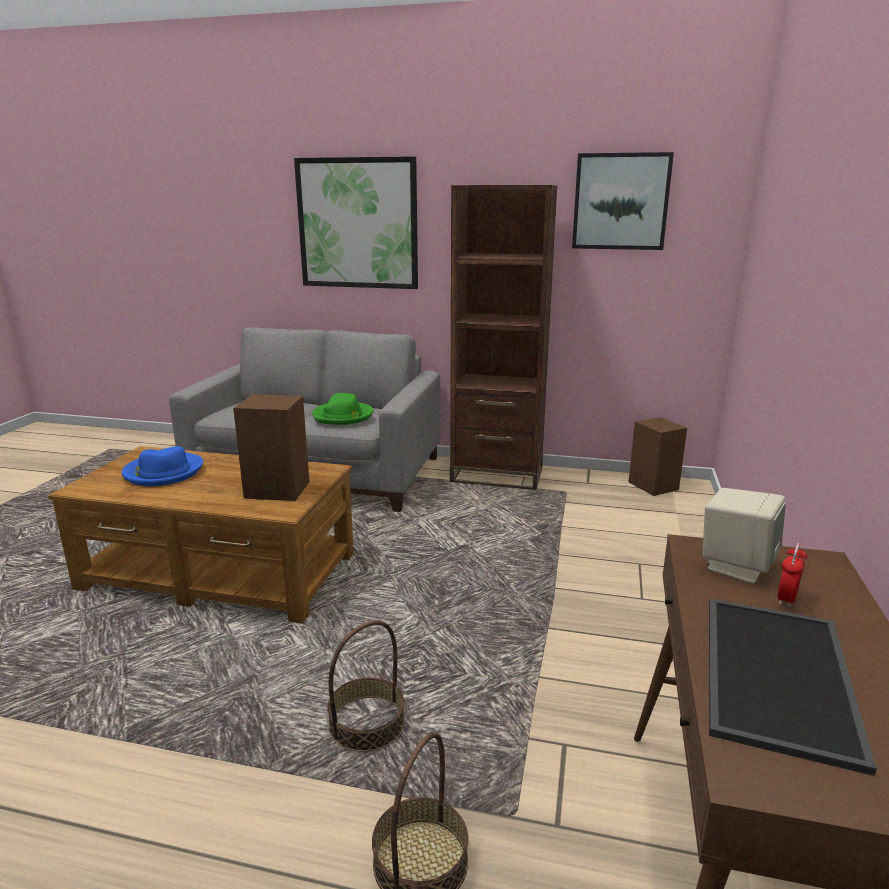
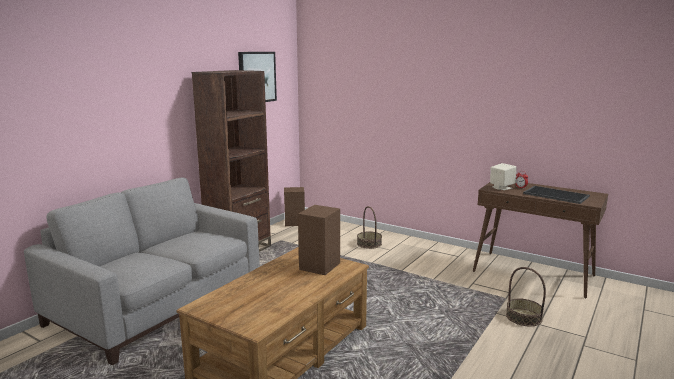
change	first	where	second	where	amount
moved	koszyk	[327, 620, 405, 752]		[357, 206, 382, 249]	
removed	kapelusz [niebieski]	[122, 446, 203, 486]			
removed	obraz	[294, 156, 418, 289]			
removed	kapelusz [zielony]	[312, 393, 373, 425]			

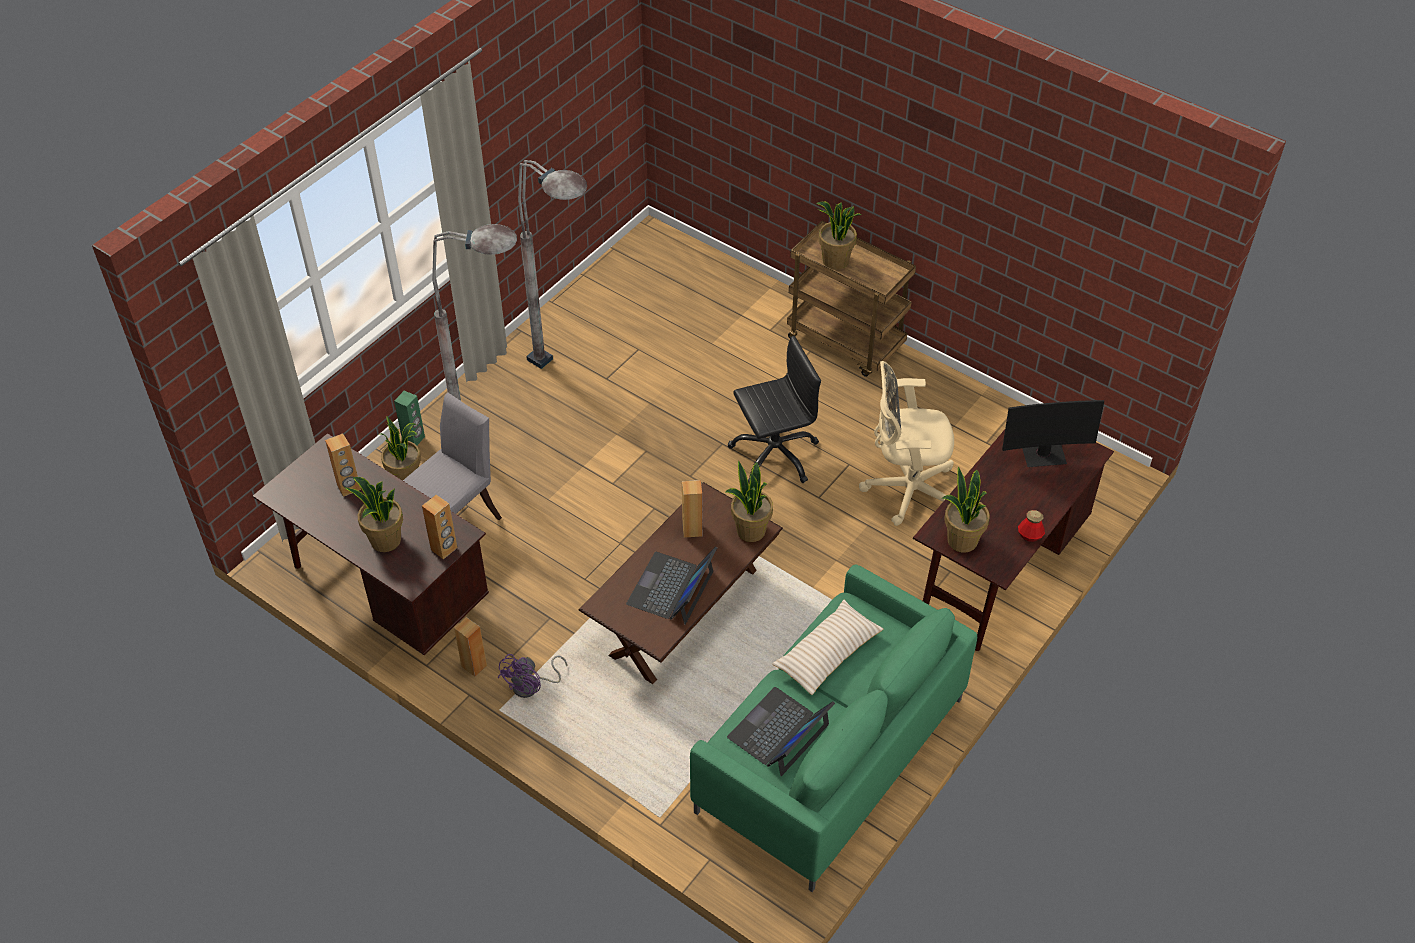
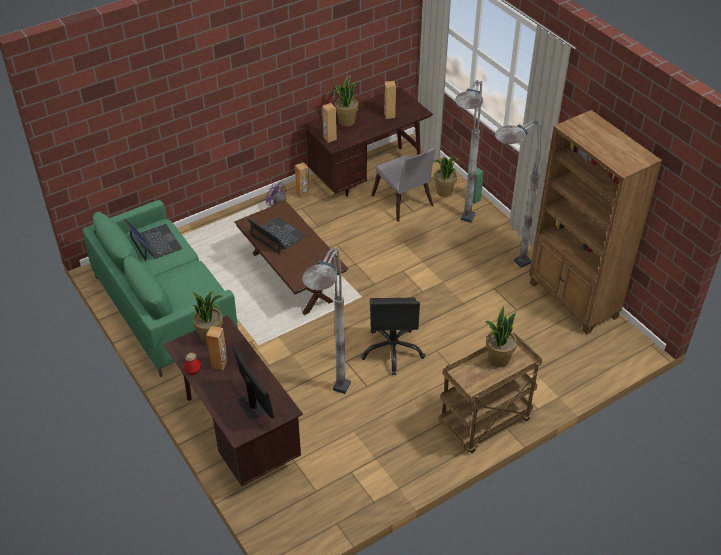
change	first	where	second	where	amount
moved	głośnik [brązowy]	[682, 480, 702, 538]		[206, 326, 228, 370]	
turned	monitor	[1002, 400, 1104, 467]		[233, 345, 274, 420]	135 degrees clockwise
replaced	krzesło biurowe [beżowy]	[859, 361, 954, 526]	lampa stojąca [szary]	[302, 247, 351, 394]	
added			regał [brązowy]	[529, 110, 662, 334]	
removed	roślina doniczkowa	[726, 461, 773, 542]			
removed	poduszka [beżowy]	[772, 600, 883, 695]			

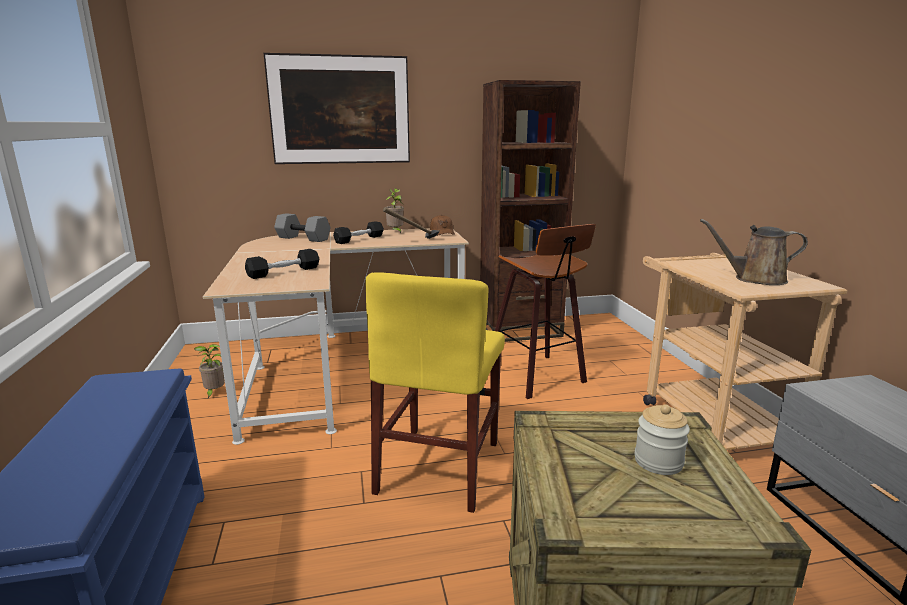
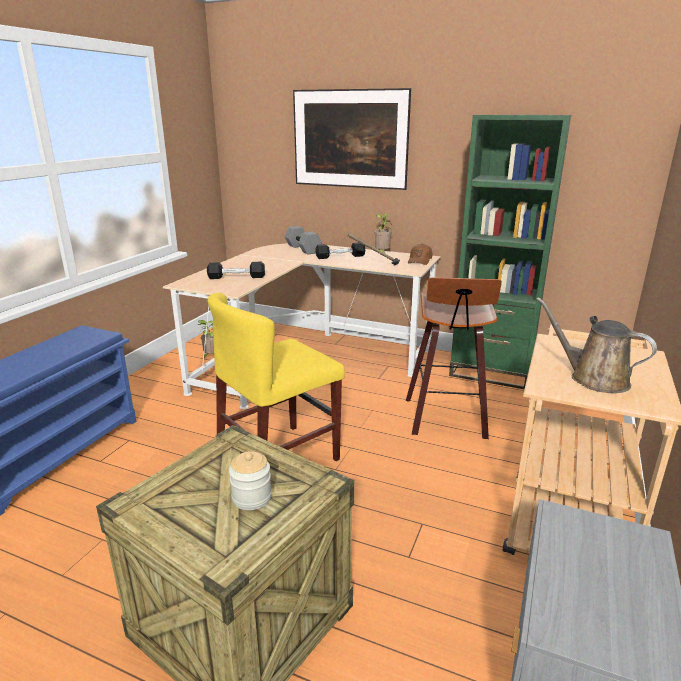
change	first	where	second	where	amount
recoloured	regał [brązowy]	[480, 80, 581, 342]	regał [zielony]	[449, 115, 571, 389]	

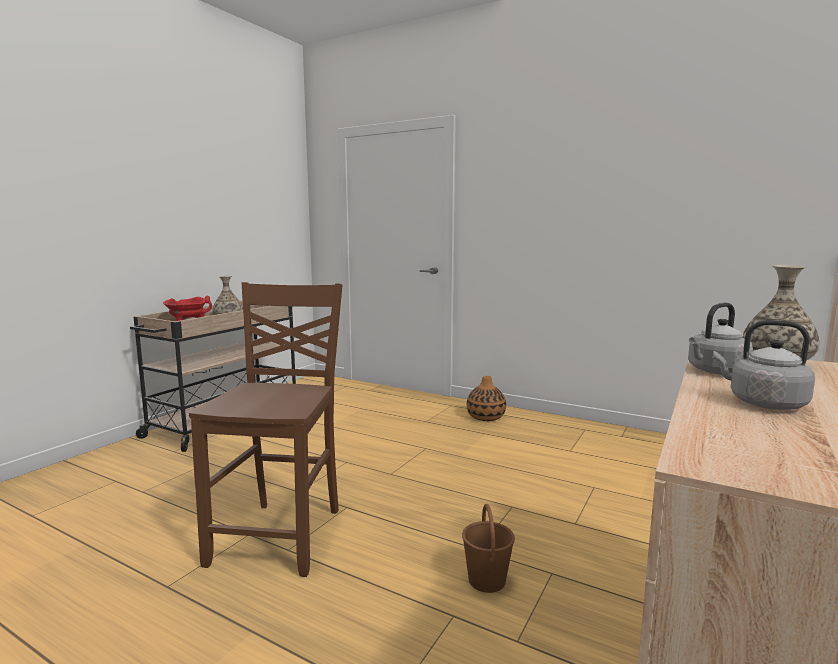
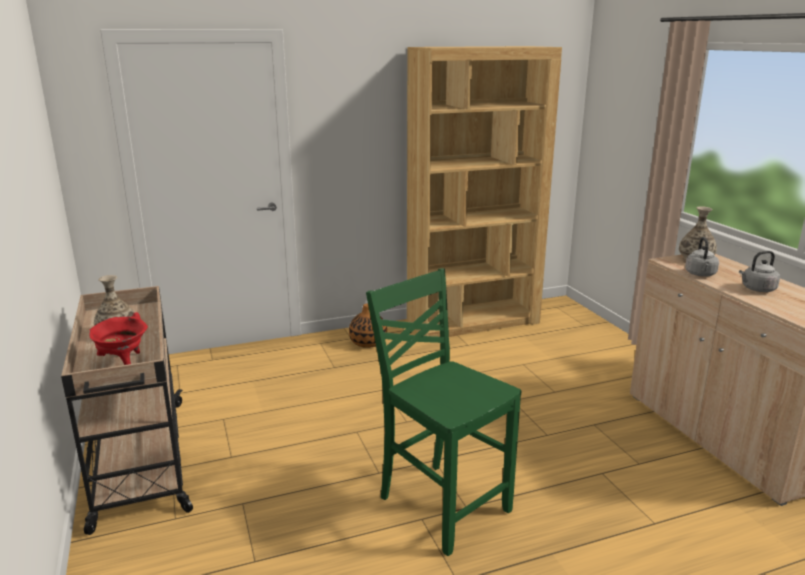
change	first	where	second	where	amount
recoloured	krzesło [brązowy]	[189, 282, 342, 577]	krzesło [zielony]	[366, 268, 521, 556]	
added			regał [brązowy]	[407, 46, 562, 337]	
removed	wiadro [brązowy]	[462, 504, 515, 593]			

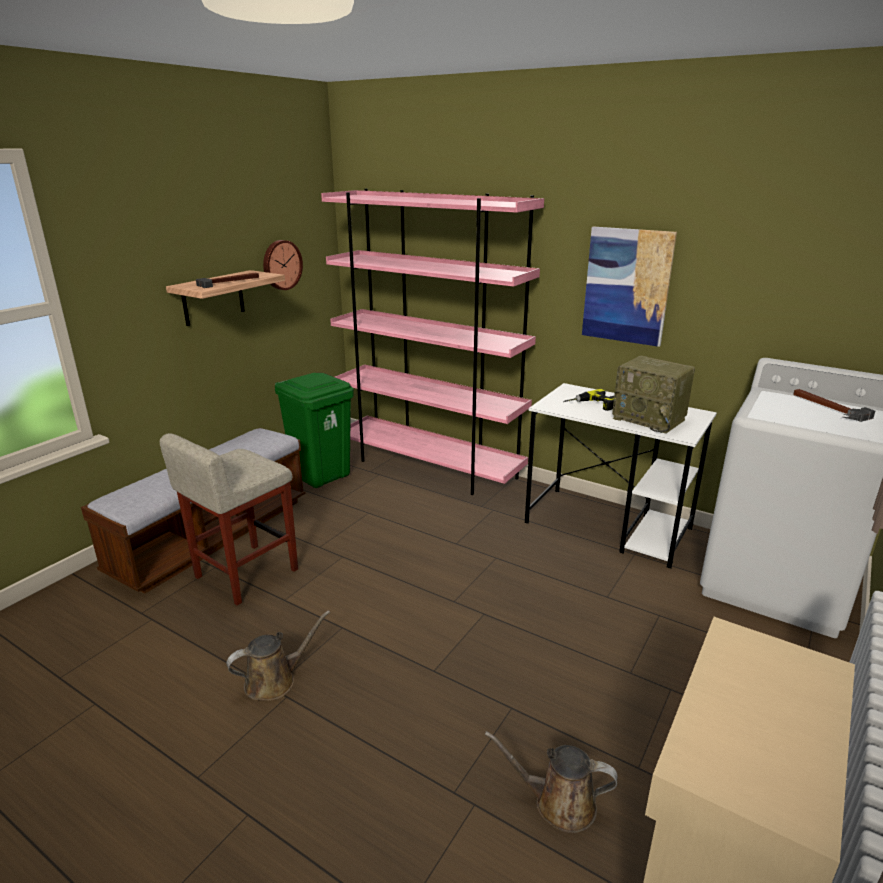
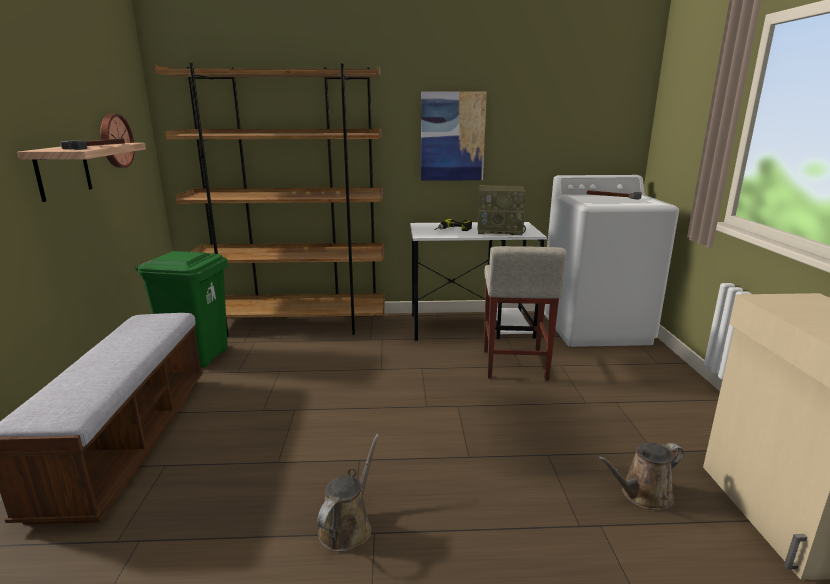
change	first	where	second	where	amount
recoloured	regał [różowy]	[321, 189, 544, 495]	regał [brązowy]	[154, 63, 385, 337]	
moved	stołek [beżowy]	[160, 433, 298, 606]		[484, 246, 566, 380]	

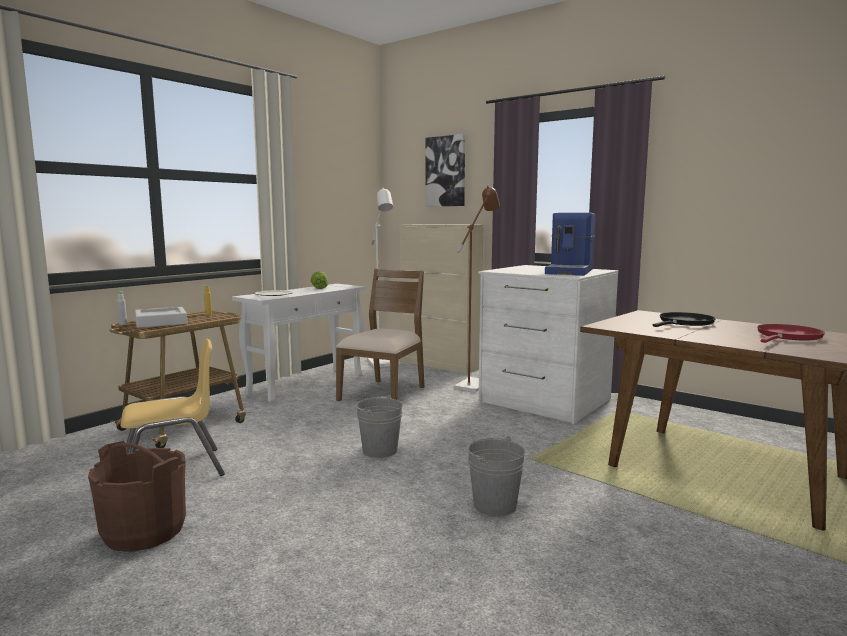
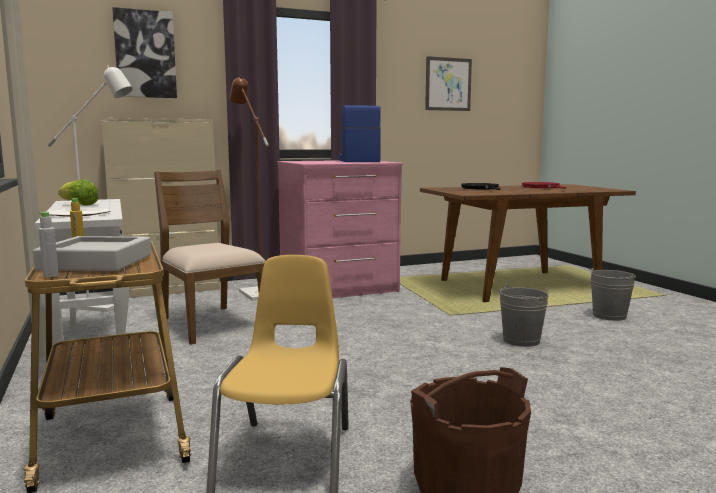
change	first	where	second	where	amount
recoloured	komoda [biały]	[478, 265, 619, 424]	komoda [różowy]	[277, 160, 403, 298]	
turned	ekspres do kawy	[545, 213, 595, 276]		[339, 105, 381, 162]	150 degrees counterclockwise
added			obraz	[425, 56, 472, 111]	
moved	wiadro [szary]	[356, 395, 403, 458]		[589, 268, 636, 321]	

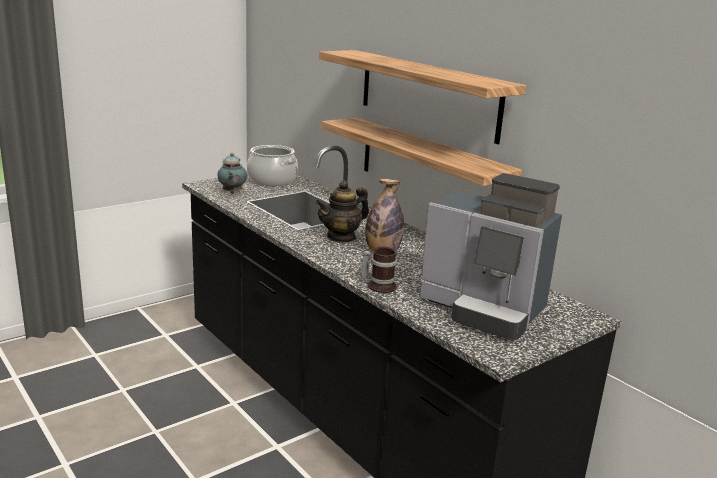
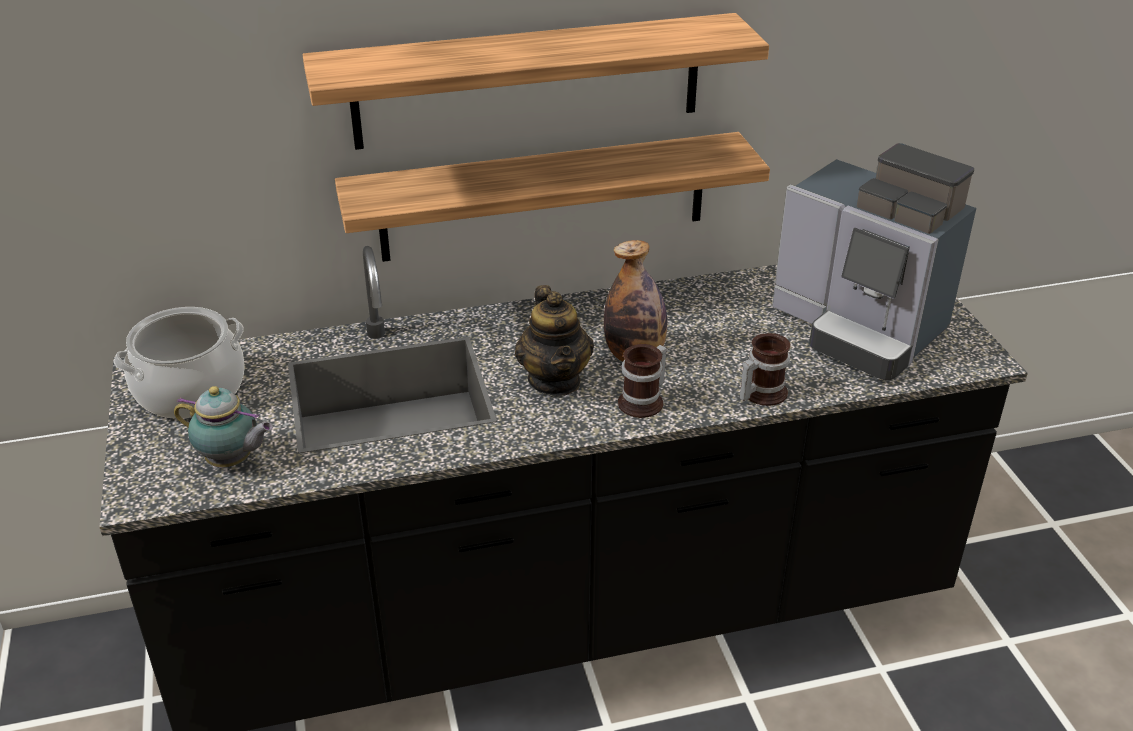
change	first	where	second	where	amount
added			kubek	[618, 344, 667, 418]	
turned	ekspres do kawy	[420, 173, 562, 340]		[772, 143, 976, 380]	75 degrees clockwise

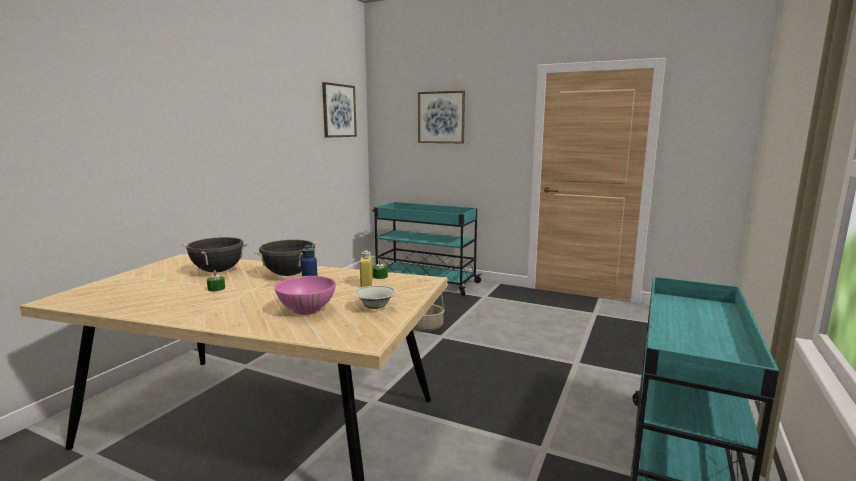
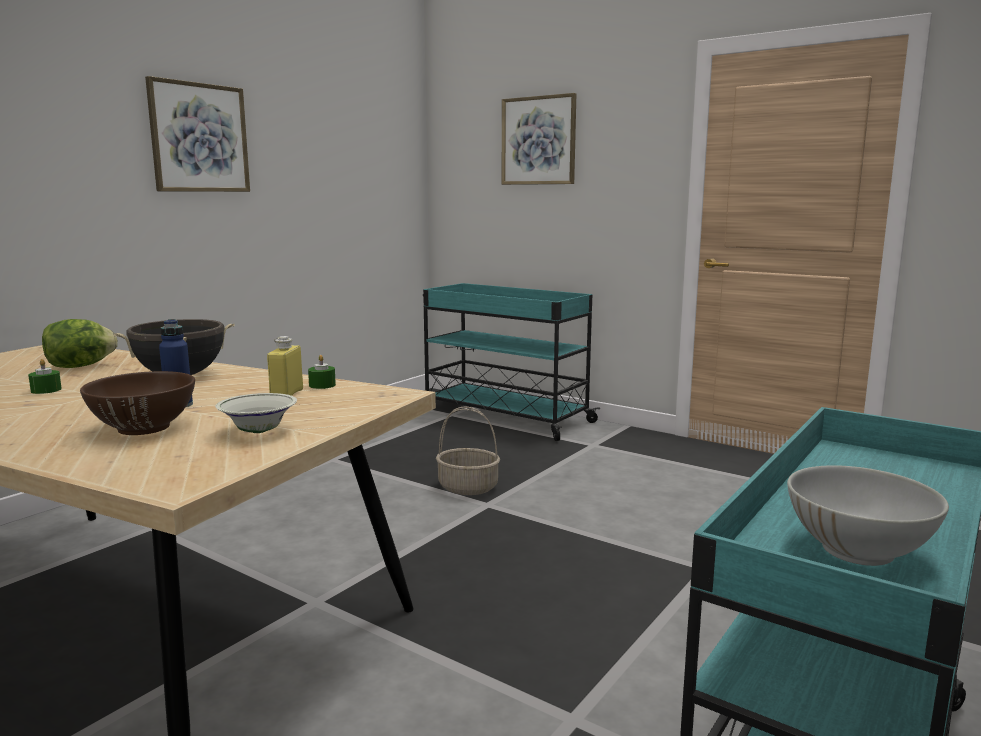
change	first	where	second	where	amount
replaced	garnek [czarny]	[182, 237, 249, 273]	sałata	[42, 319, 118, 368]	
recoloured	miska [różowy]	[274, 276, 336, 315]	miska [brązowy]	[80, 371, 195, 435]	
moved	obraz	[322, 82, 357, 138]		[145, 76, 250, 192]	
added			miska [biały]	[787, 465, 949, 566]	

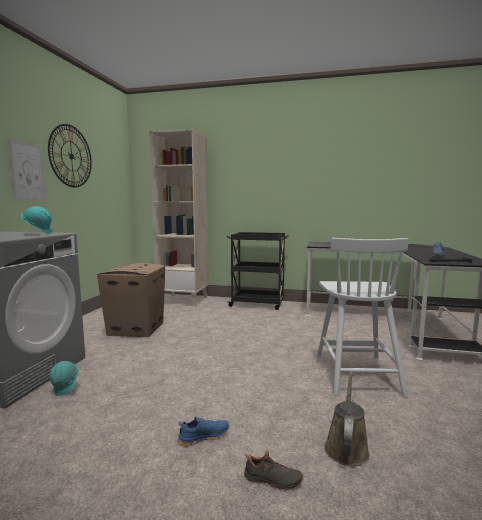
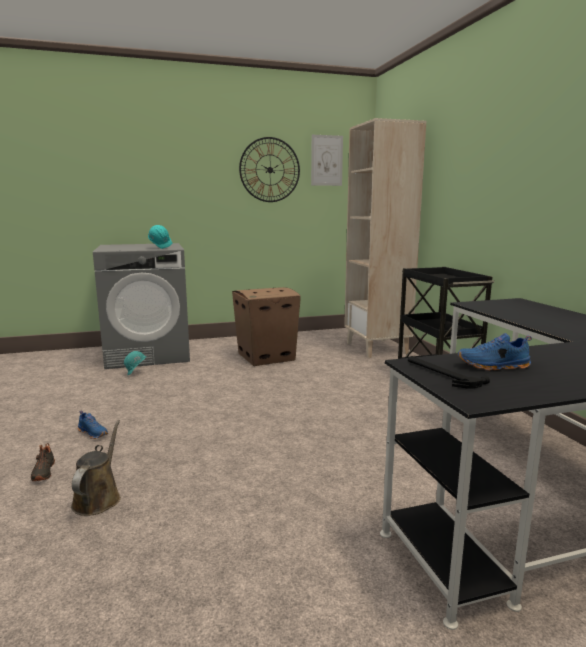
change	first	where	second	where	amount
turned	konewka [brązowy]	[324, 371, 370, 466]		[71, 420, 120, 516]	75 degrees counterclockwise
moved	obraz	[8, 139, 46, 200]		[311, 135, 343, 186]	
removed	krzesło [biały]	[317, 238, 409, 398]			

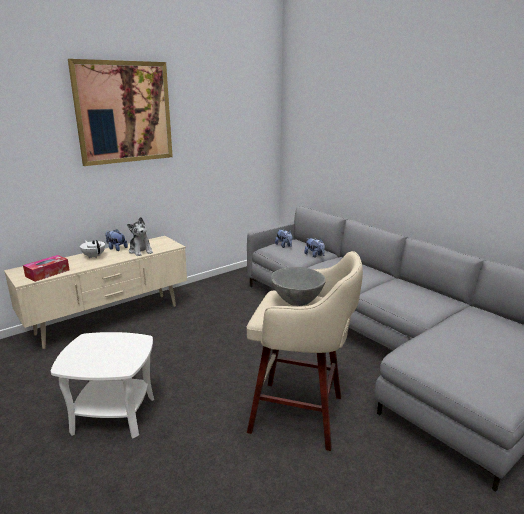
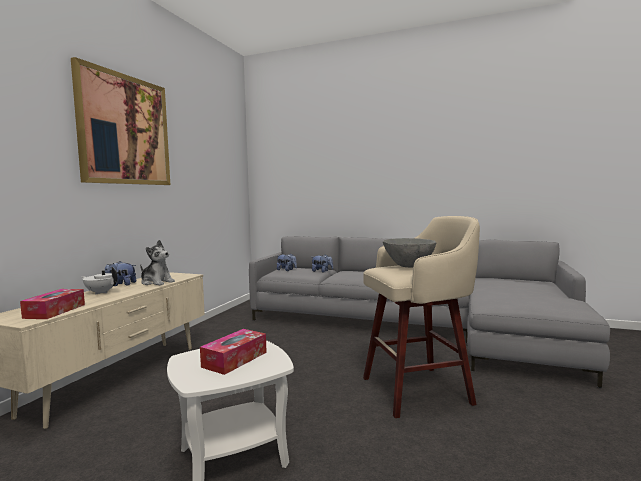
change	first	where	second	where	amount
added			pudełko chusteczek	[200, 329, 267, 375]	

